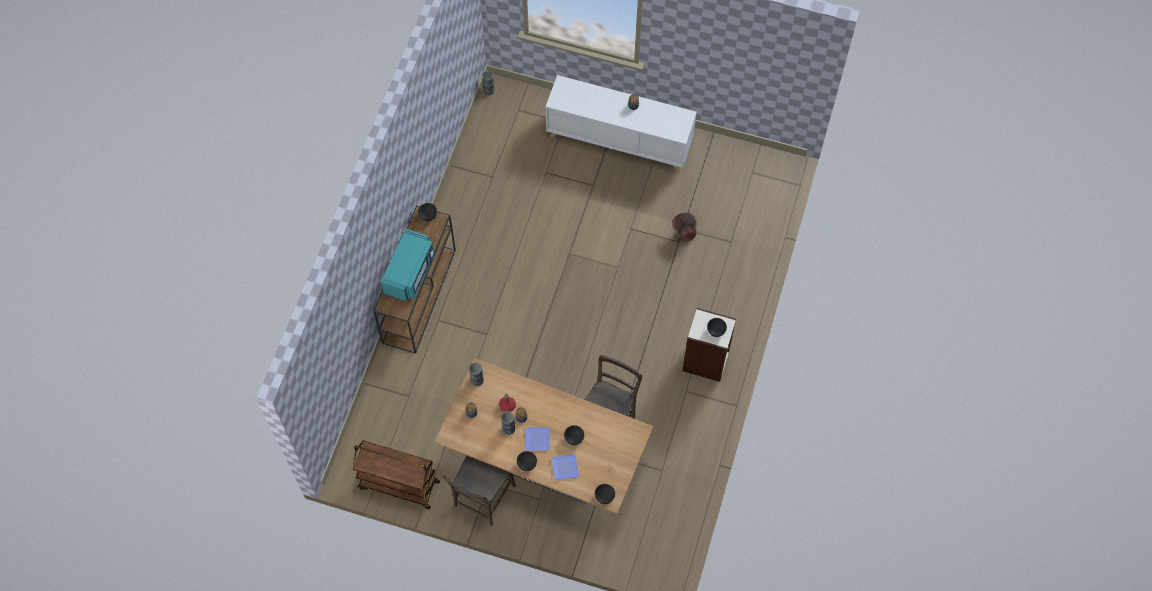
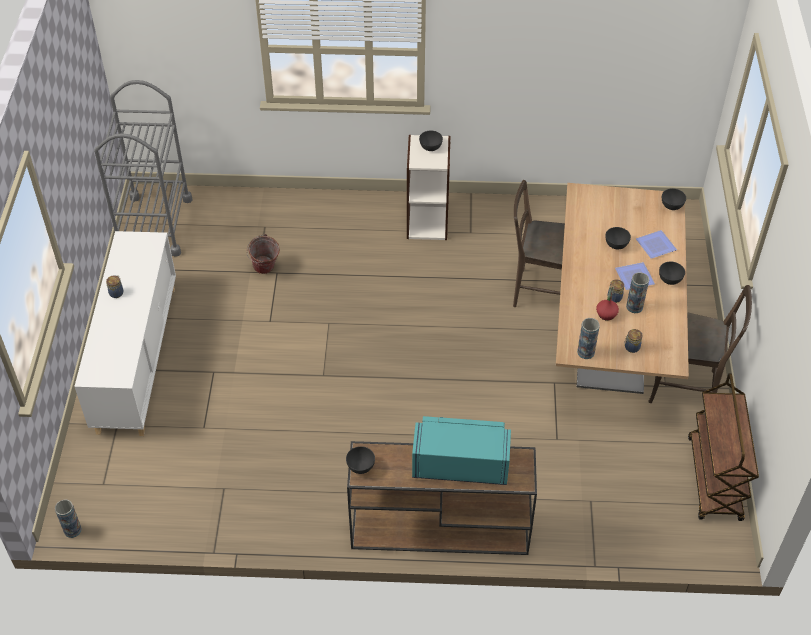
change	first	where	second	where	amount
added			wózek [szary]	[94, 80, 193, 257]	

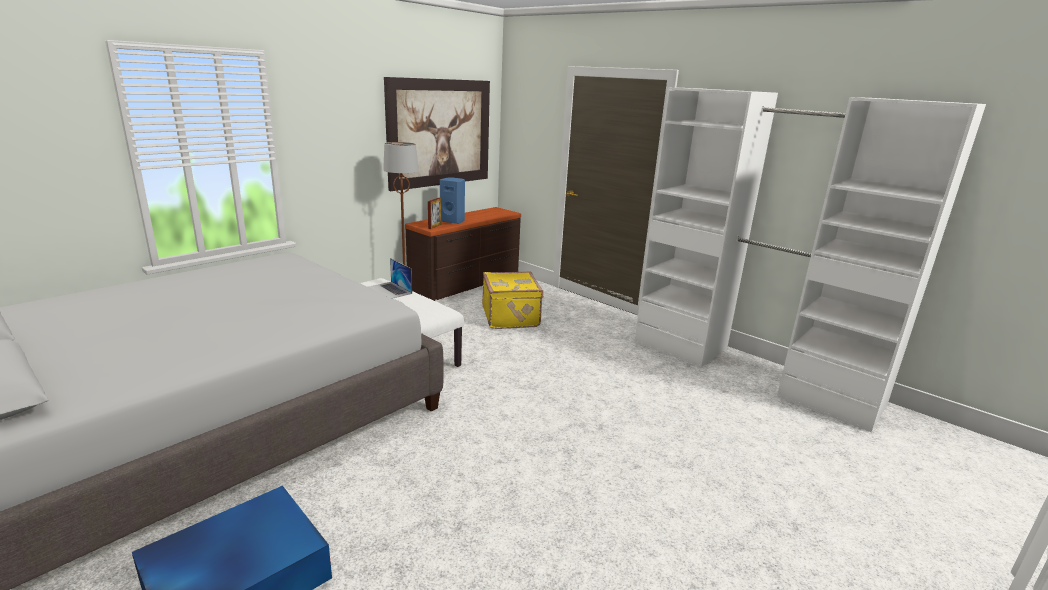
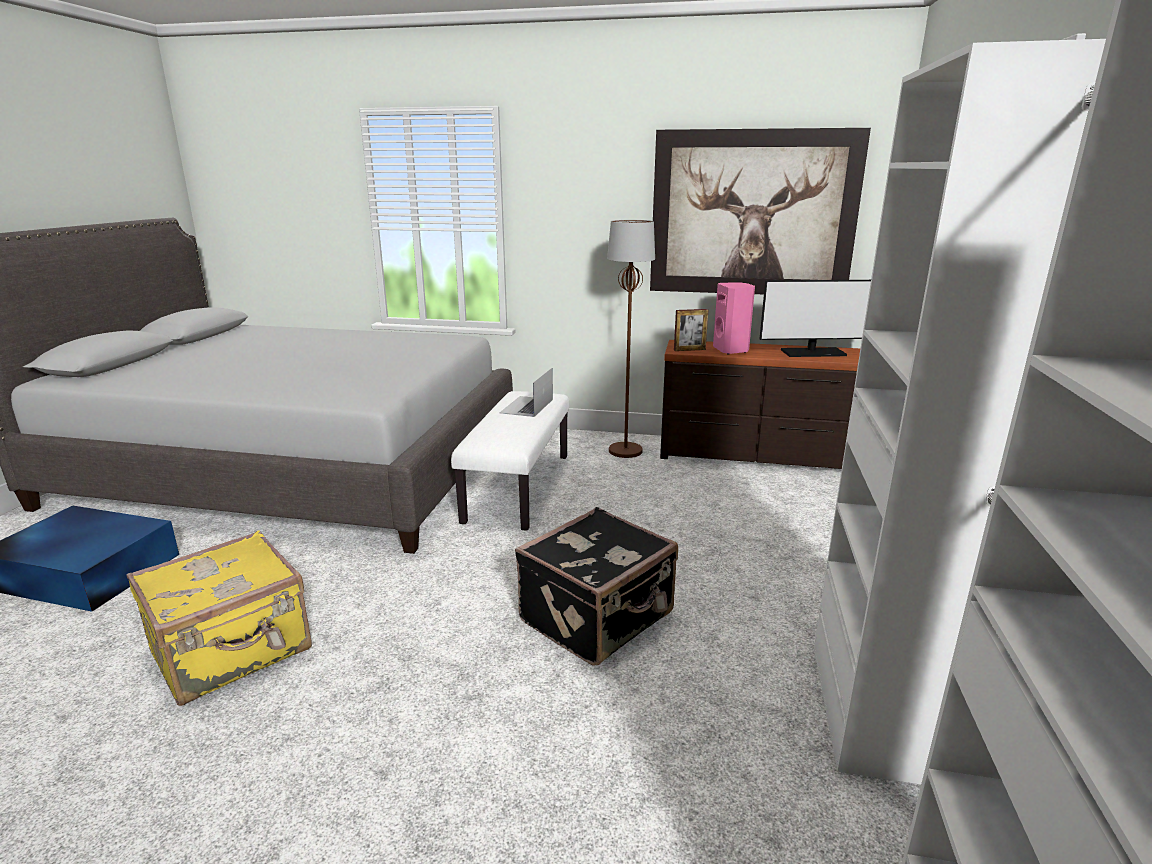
change	first	where	second	where	amount
moved	walizka [żółty]	[482, 272, 543, 329]		[126, 530, 312, 706]	
added			walizka [czarny]	[515, 507, 678, 665]	
recoloured	głośnik [niebieski]	[440, 178, 465, 224]	głośnik [różowy]	[713, 283, 755, 354]	
added			monitor	[759, 280, 871, 357]	

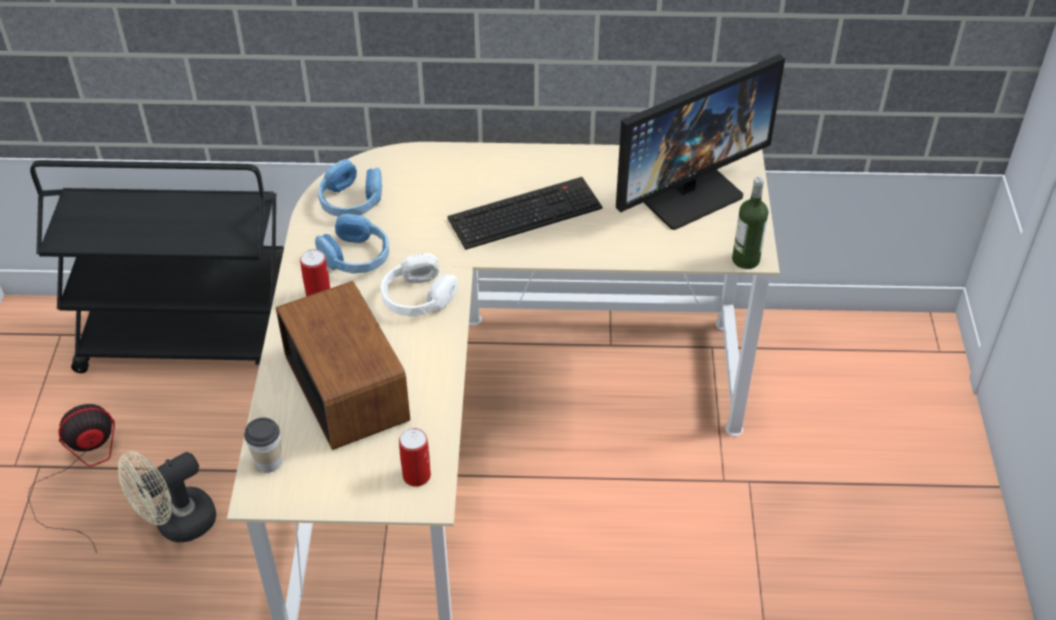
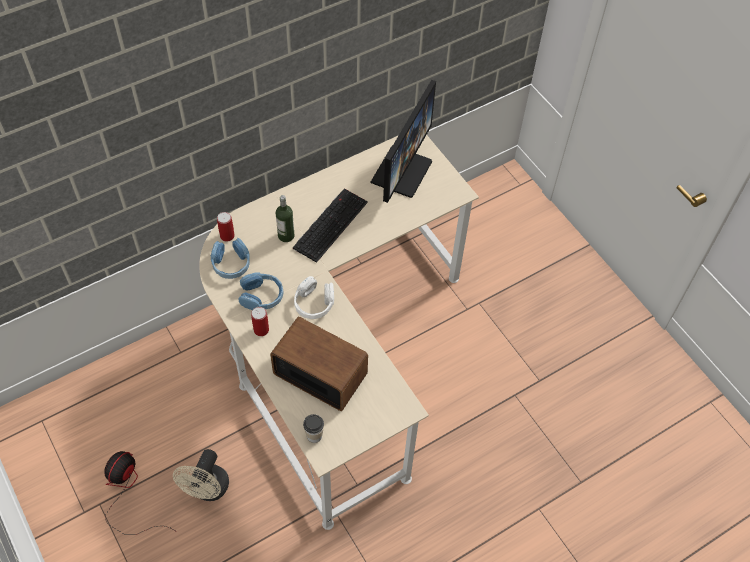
change	first	where	second	where	amount
moved	puszka	[399, 428, 431, 487]		[217, 212, 235, 242]	
moved	butelka	[732, 177, 768, 269]		[276, 195, 294, 242]	
removed	wózek [czarny]	[30, 160, 284, 373]			

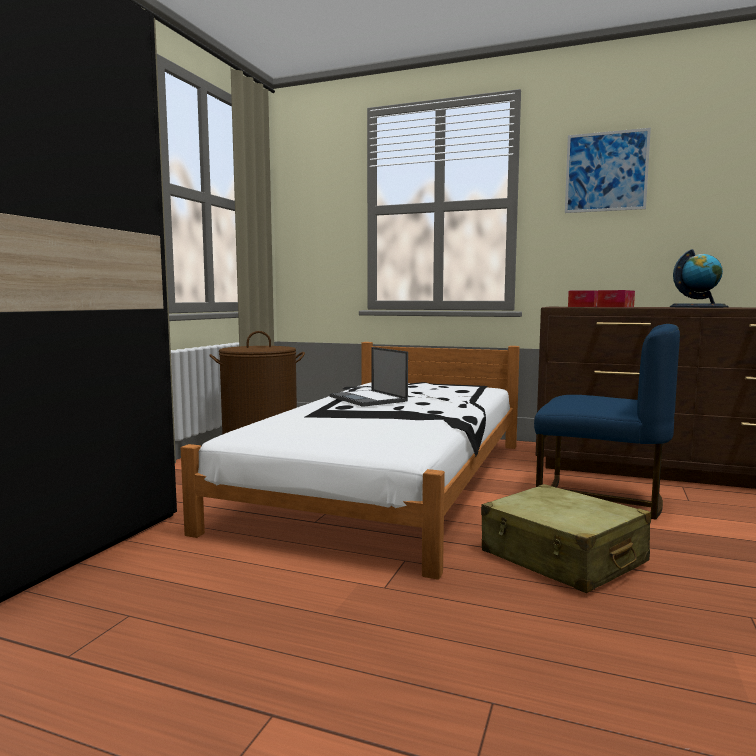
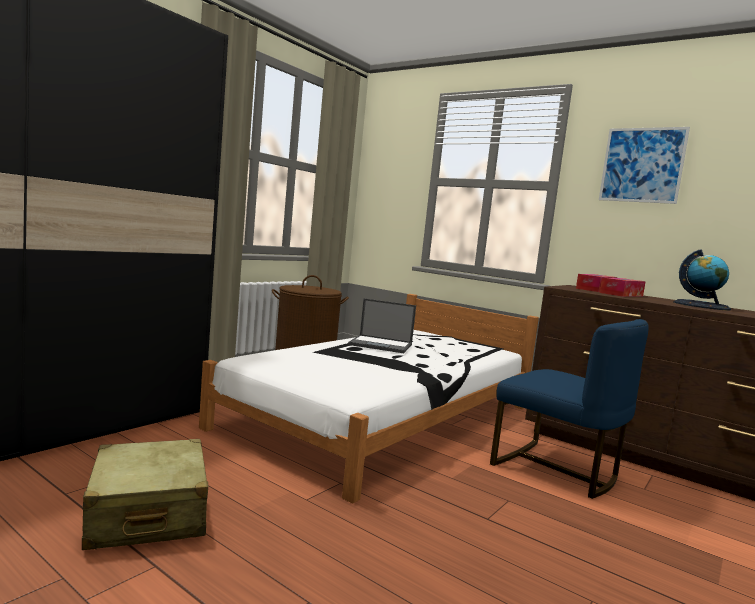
change	first	where	second	where	amount
moved	walizka [beżowy]	[481, 484, 651, 593]		[82, 439, 208, 550]	
turned	laptop	[330, 347, 408, 407]		[348, 298, 416, 353]	60 degrees counterclockwise

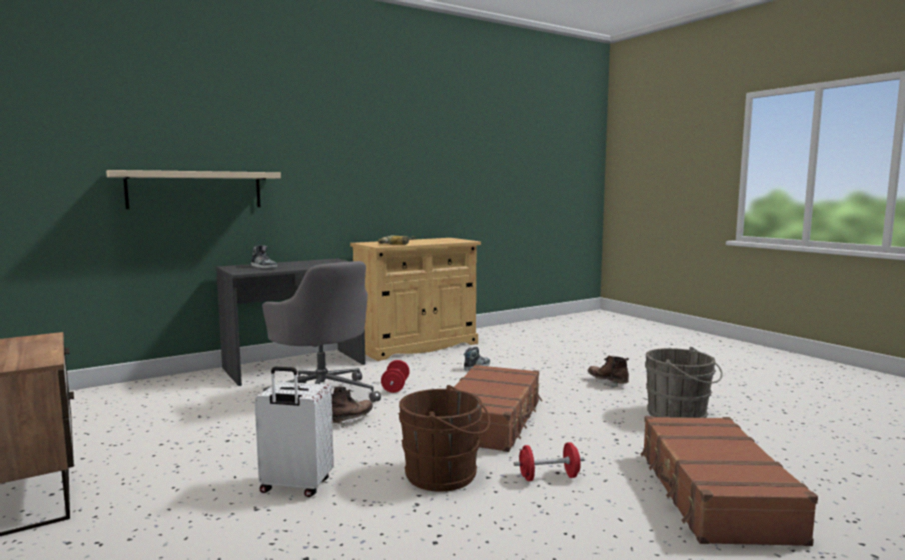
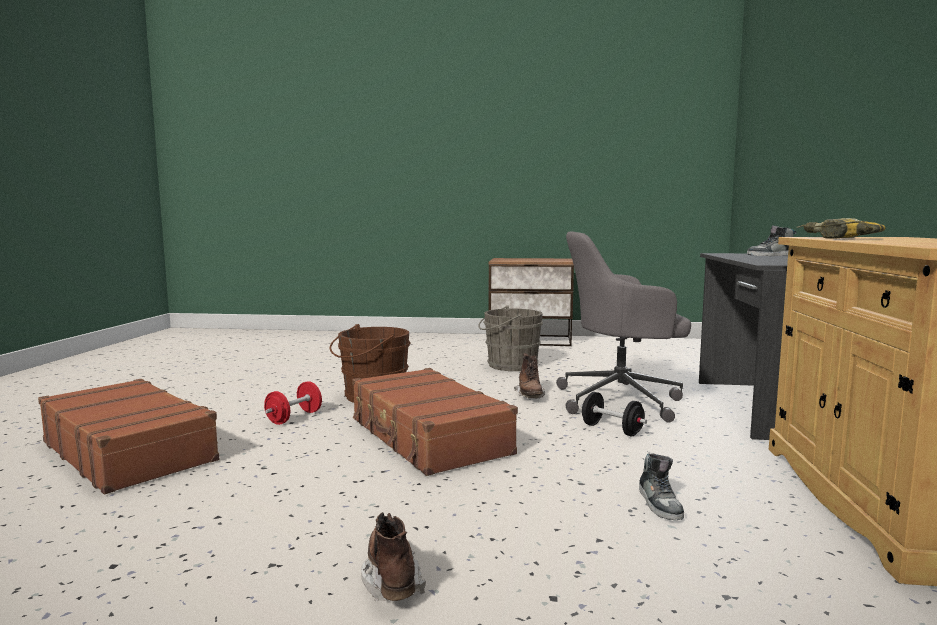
change	first	where	second	where	amount
turned	but z cholewką [brązowy]	[587, 356, 629, 388]		[361, 512, 426, 601]	105 degrees counterclockwise
moved	wiadro [szary]	[645, 347, 723, 418]		[478, 305, 543, 371]	
recoloured	hantel [czerwony]	[381, 360, 410, 393]	hantel [czarny]	[581, 392, 647, 436]	
removed	półka [beżowy]	[106, 170, 281, 209]			
removed	walizka [biały]	[255, 367, 334, 497]			

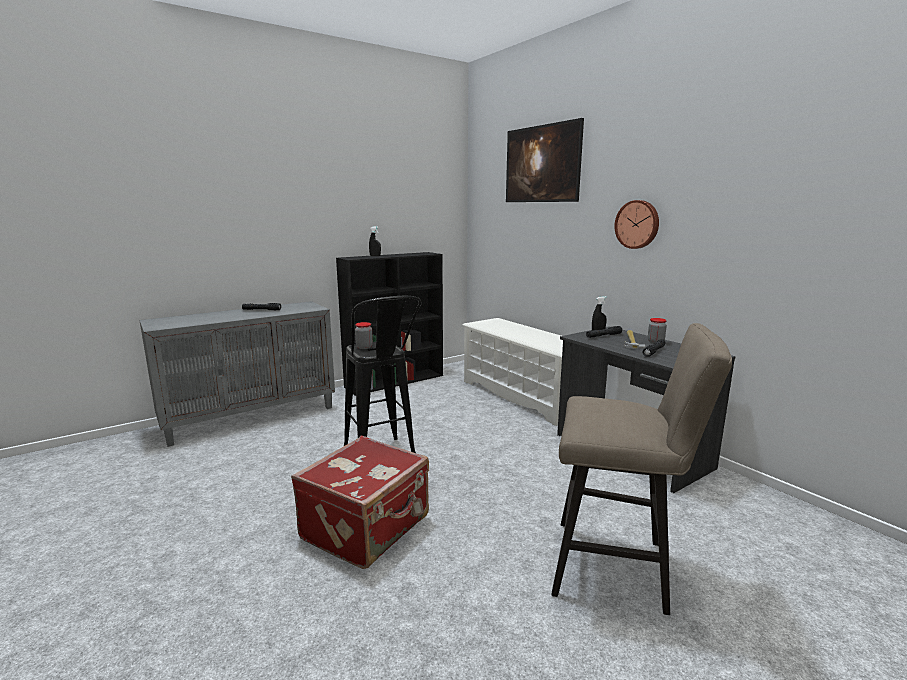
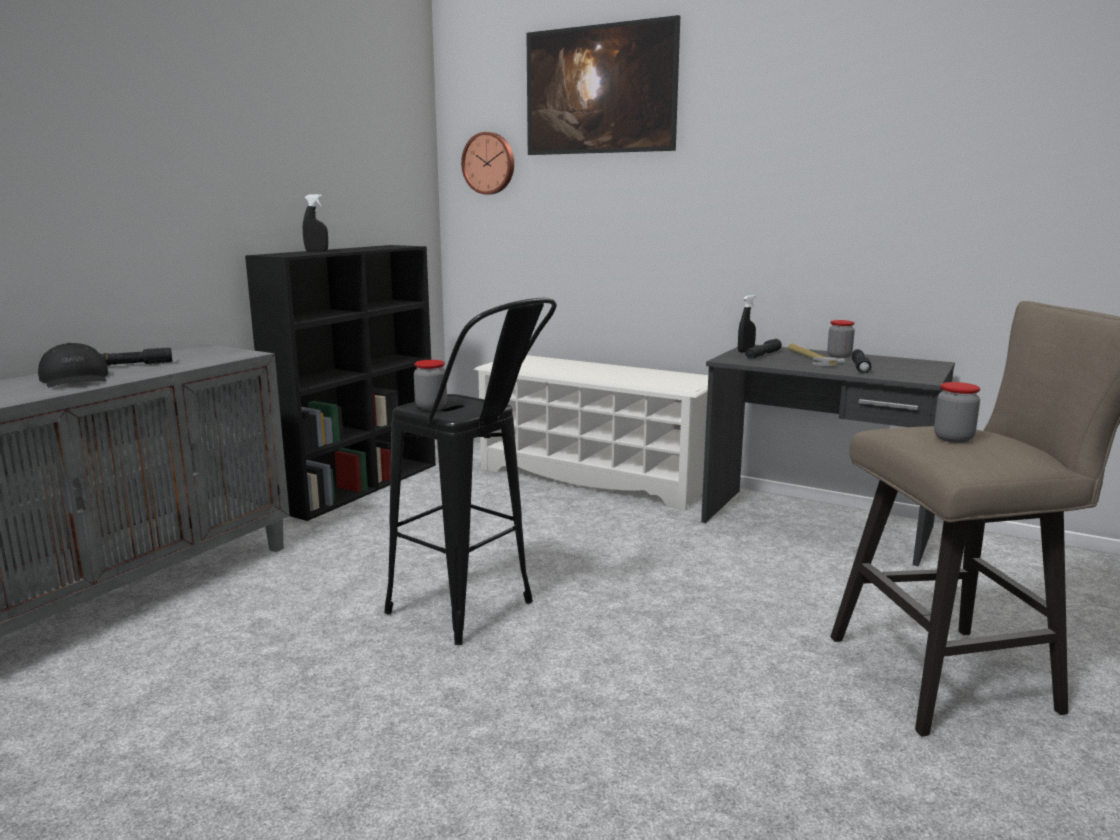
change	first	where	second	where	amount
added			czapka z daszkiem [czarny]	[38, 343, 108, 388]	
moved	zegar ścienny	[614, 200, 659, 249]		[461, 132, 514, 194]	
added			słoik	[934, 382, 980, 443]	
removed	walizka [czerwony]	[291, 436, 429, 569]			

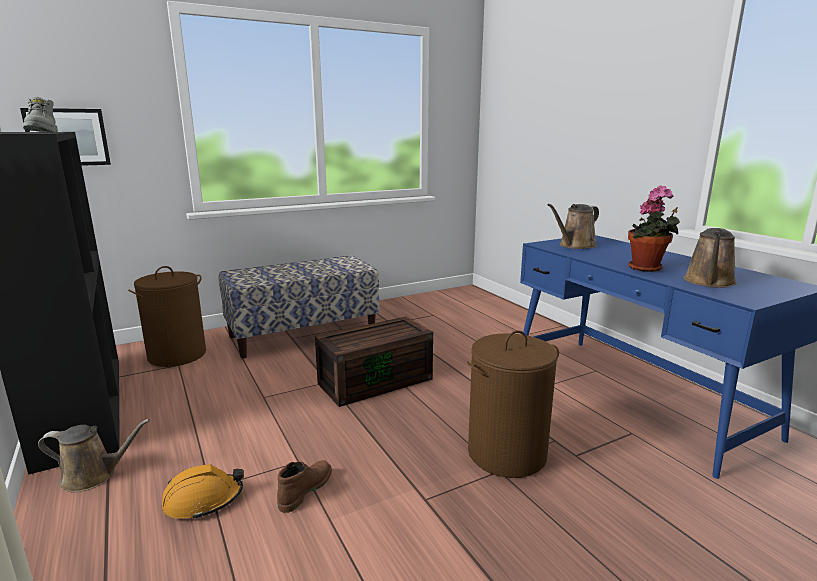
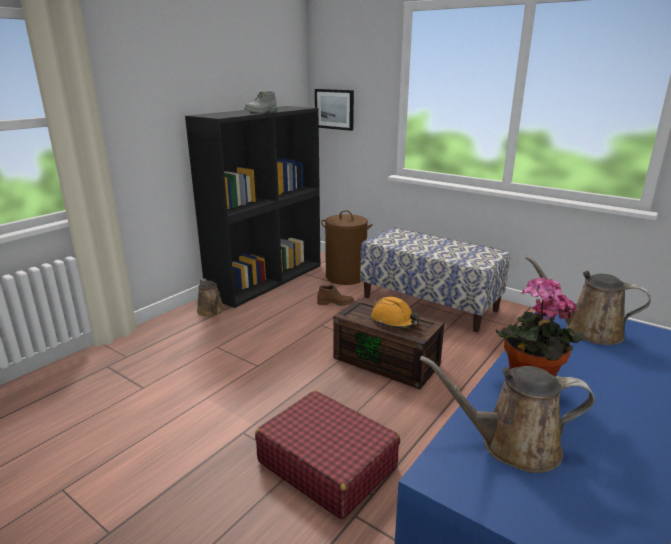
change	first	where	second	where	amount
replaced	kosz na pranie [brązowy]	[467, 330, 559, 478]	walizka [czerwony]	[255, 391, 400, 520]	
moved	but z cholewką [brązowy]	[277, 460, 332, 513]		[317, 285, 354, 306]	
moved	kask [pomarańczowy]	[162, 464, 244, 520]		[371, 297, 419, 328]	

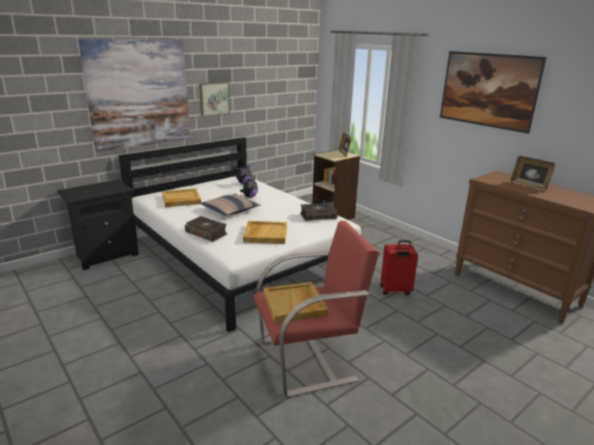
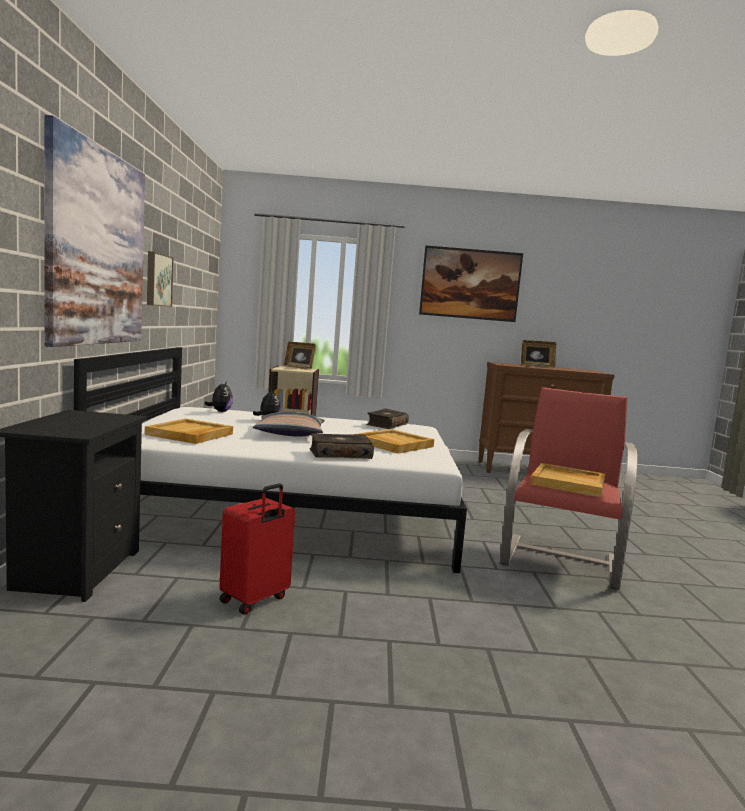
change	first	where	second	where	amount
moved	walizka [czerwony]	[380, 240, 418, 295]		[219, 483, 295, 615]	

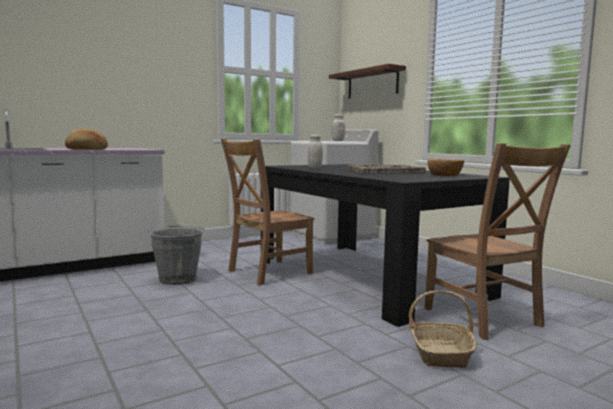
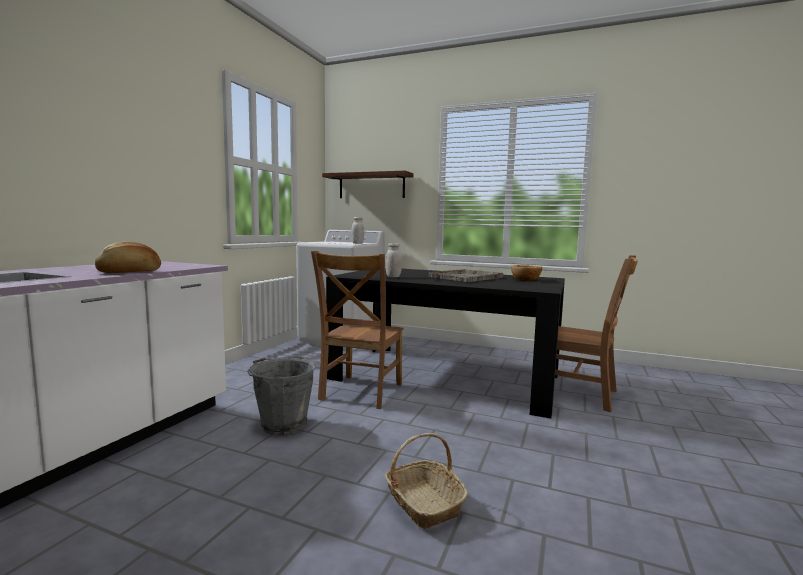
change	first	where	second	where	amount
moved	koszyk	[409, 291, 477, 368]		[385, 433, 468, 529]	

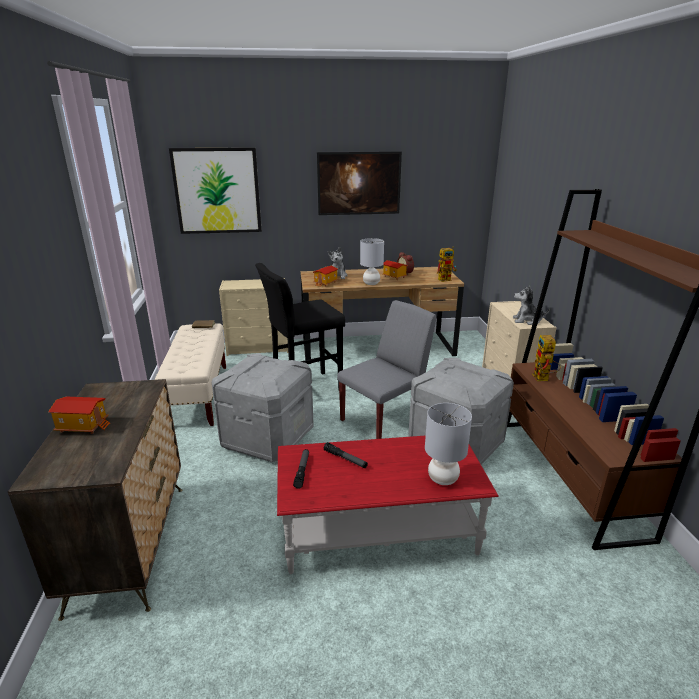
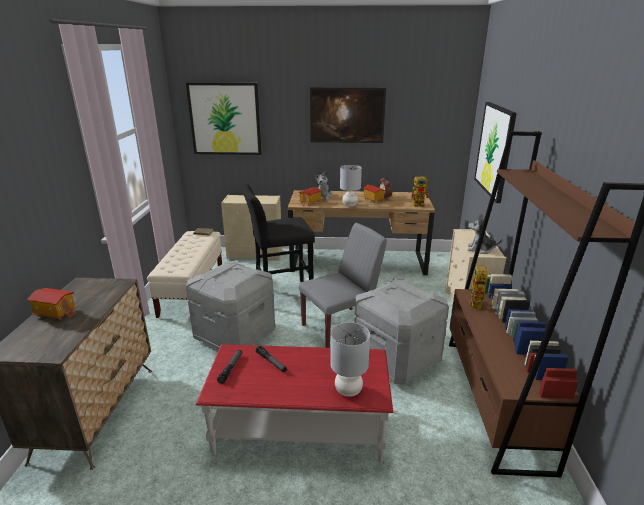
change	first	where	second	where	amount
added			obraz	[474, 102, 517, 203]	

